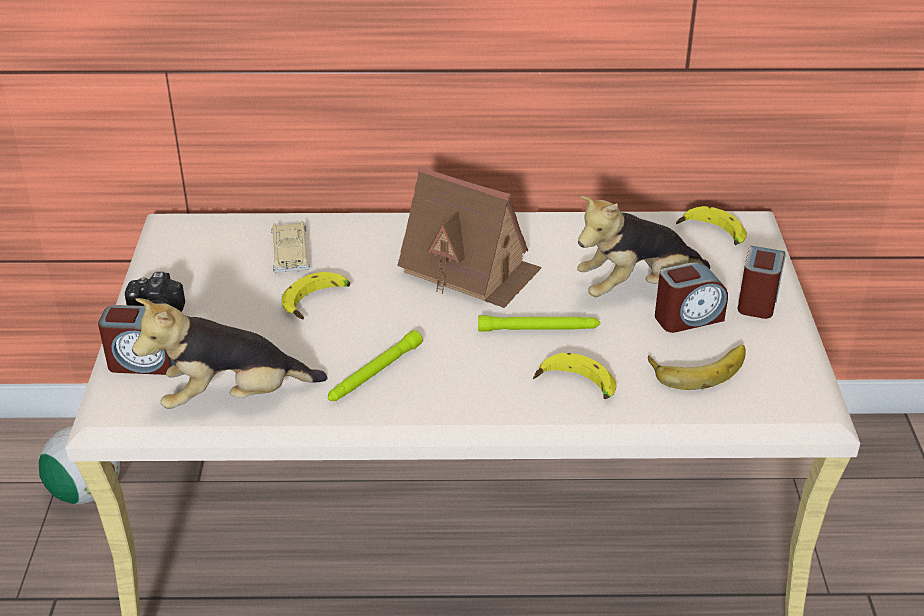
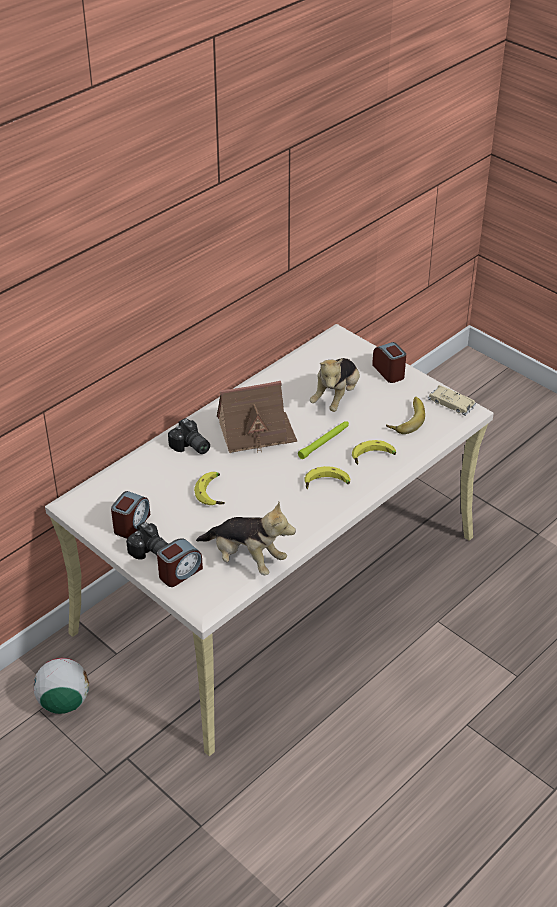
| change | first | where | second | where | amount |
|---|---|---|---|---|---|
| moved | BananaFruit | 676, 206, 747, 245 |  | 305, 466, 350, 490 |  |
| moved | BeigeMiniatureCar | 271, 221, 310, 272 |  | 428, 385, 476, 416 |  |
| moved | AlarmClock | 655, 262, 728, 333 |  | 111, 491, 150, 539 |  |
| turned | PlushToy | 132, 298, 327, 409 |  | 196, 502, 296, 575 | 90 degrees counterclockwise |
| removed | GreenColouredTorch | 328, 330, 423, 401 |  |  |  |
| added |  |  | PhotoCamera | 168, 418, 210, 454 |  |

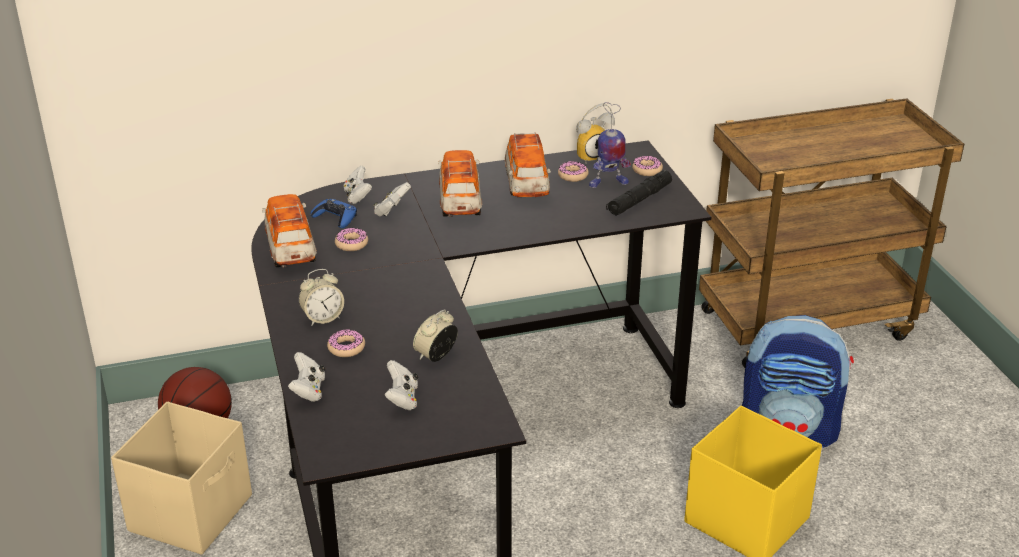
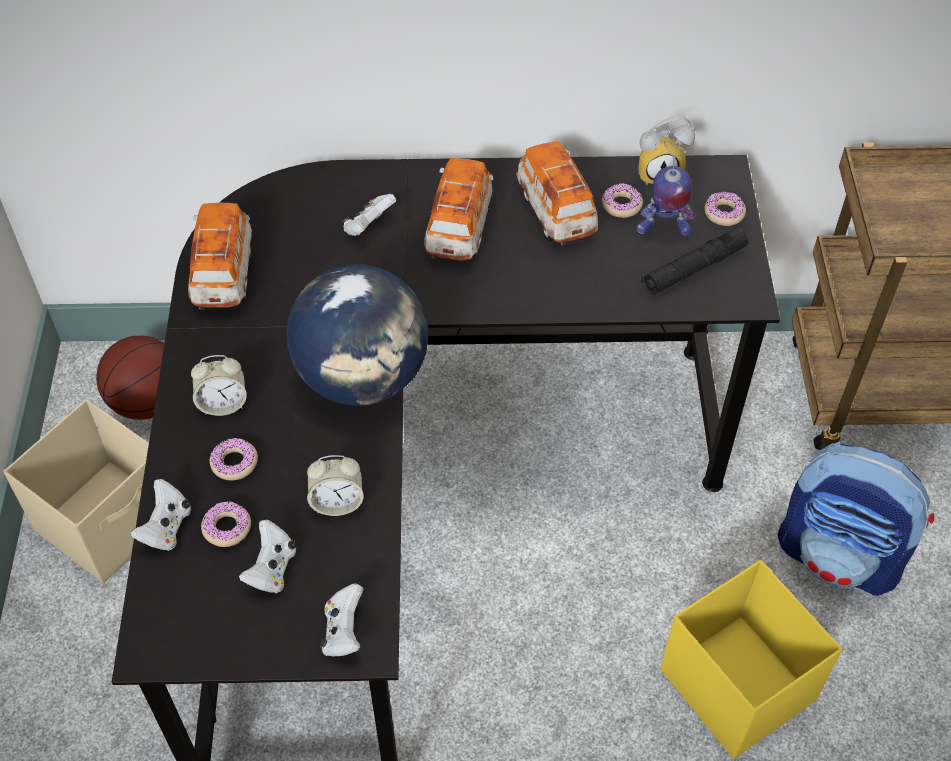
| change | first | where | second | where | amount |
|---|---|---|---|---|---|
| turned | MiniatureCar | 505, 132, 551, 197 |  | 516, 141, 598, 245 | 150 degrees clockwise |
| moved | WhiteColouredGamepad | 344, 166, 372, 204 |  | 320, 583, 363, 656 |  |
| removed | BlueGamepad | 310, 199, 357, 228 |  |  |  |
| moved | Donut | 335, 228, 368, 251 |  | 201, 501, 251, 547 |  |
| turned | AlarmClock | 413, 309, 458, 362 |  | 307, 455, 364, 516 | 150 degrees counterclockwise |
| added |  |  | WorldGlobe | 287, 264, 429, 406 |  |

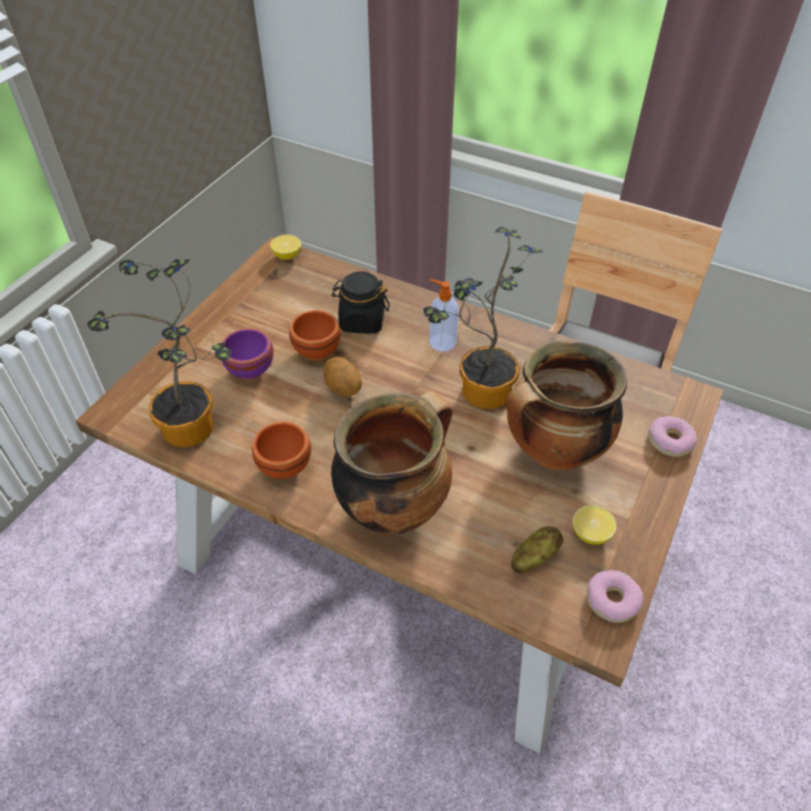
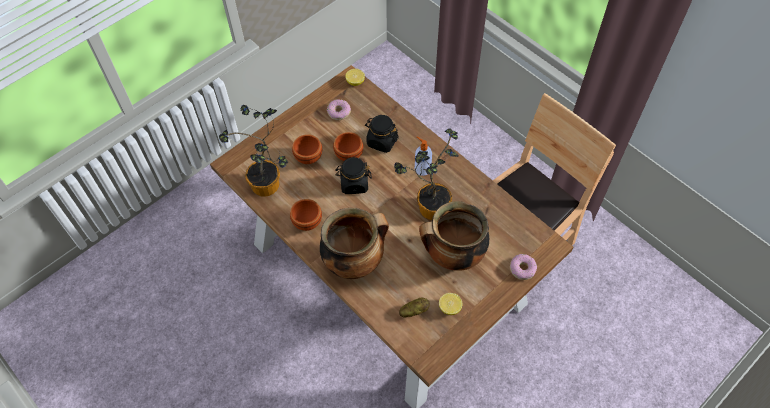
| change | first | where | second | where | amount |
|---|---|---|---|---|---|
| recoloured | PurplishServingBowl | 222, 328, 273, 380 | BrownColouredServingBowl | 292, 134, 322, 164 |  |
| replaced | Potato | 323, 357, 362, 396 | BlackColouredJar | 335, 157, 372, 194 |  |
| moved | Donut | 587, 570, 643, 623 |  | 327, 99, 351, 120 |  |

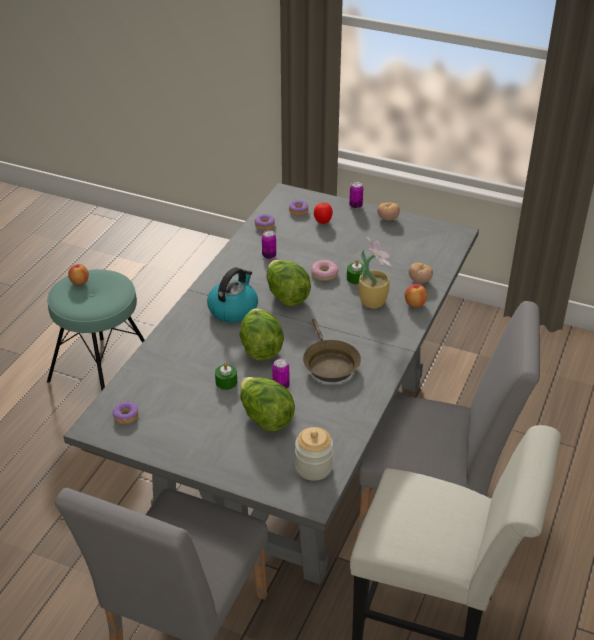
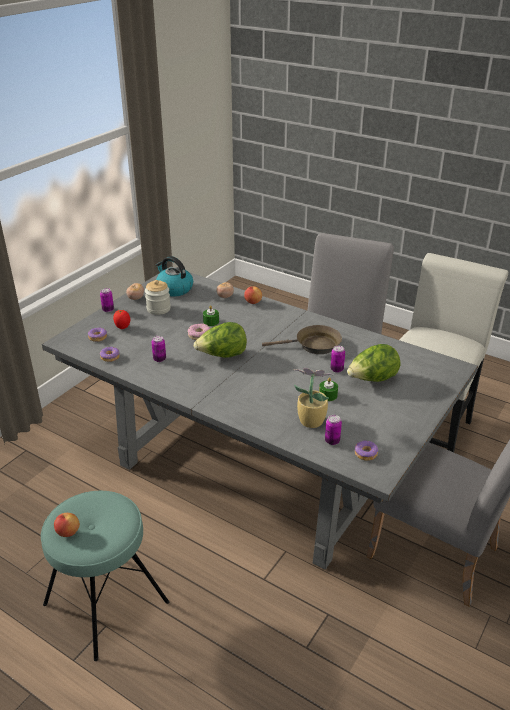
| change | first | where | second | where | amount |
|---|---|---|---|---|---|
| moved | PottedPlant | 358, 237, 392, 308 |  | 293, 368, 334, 428 |  |
| moved | WaterKettle | 207, 267, 258, 323 |  | 156, 256, 193, 296 |  |
| removed | HeadOfLettuce | 239, 308, 284, 361 |  |  |  |
| moved | Jar | 295, 427, 333, 481 |  | 145, 280, 171, 315 |  |
| added |  |  | Can | 325, 415, 342, 445 |  |

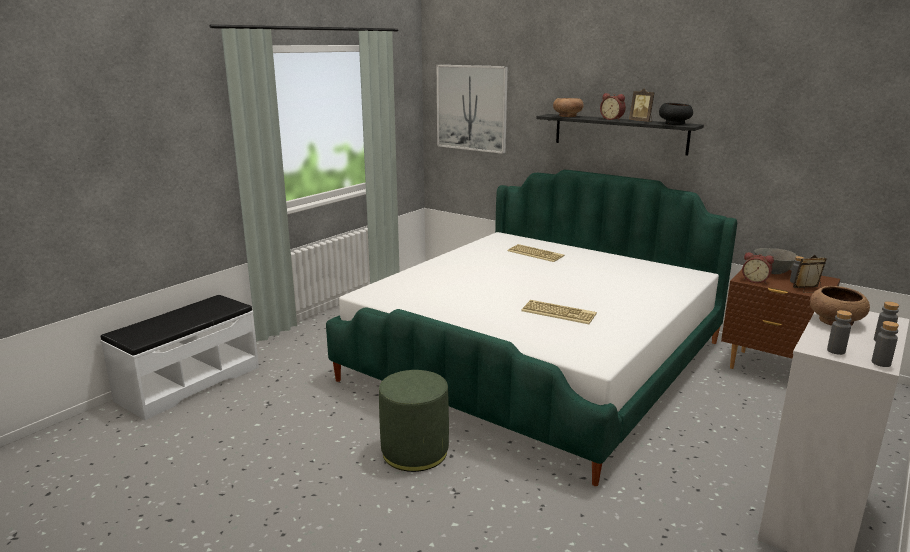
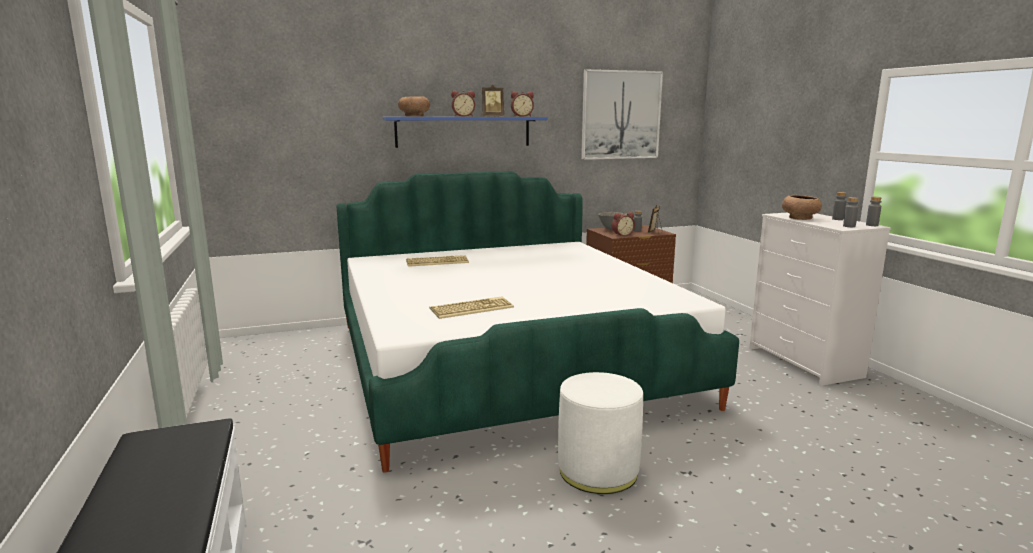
| change | first | where | second | where | amount |
|---|---|---|---|---|---|
| moved | WallArt | 437, 65, 508, 154 |  | 581, 69, 663, 160 |  |
| replaced | BlackColouredServingBowl | 659, 103, 693, 125 | AlarmClock | 511, 91, 534, 117 |  |
| recoloured | BlackColouredWallShelf | 537, 114, 704, 155 | BlueWallShelf | 382, 117, 547, 148 |  |
| moved | Keyboard | 521, 300, 597, 324 |  | 430, 297, 514, 319 |  |
| recoloured | GreenColouredOttoman | 379, 370, 449, 472 | WhiteColouredOttoman | 558, 372, 643, 494 |  |

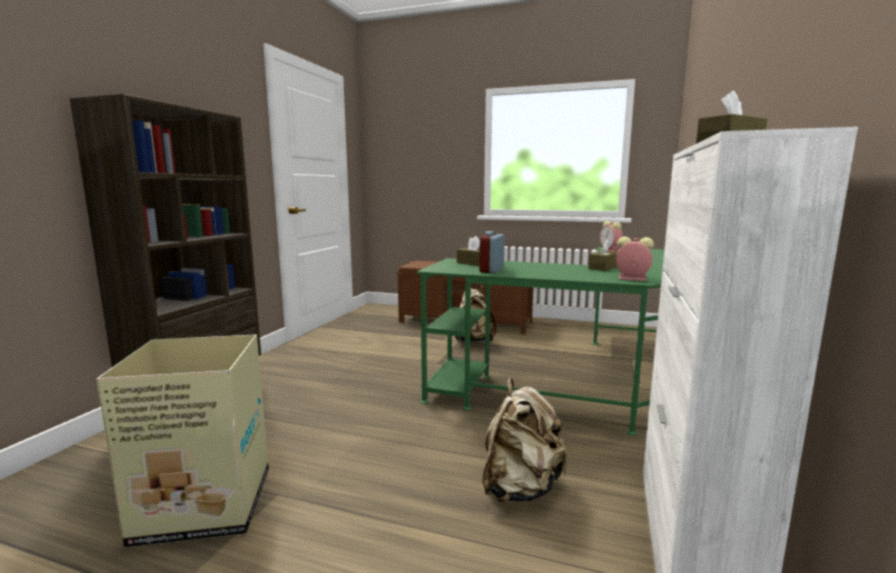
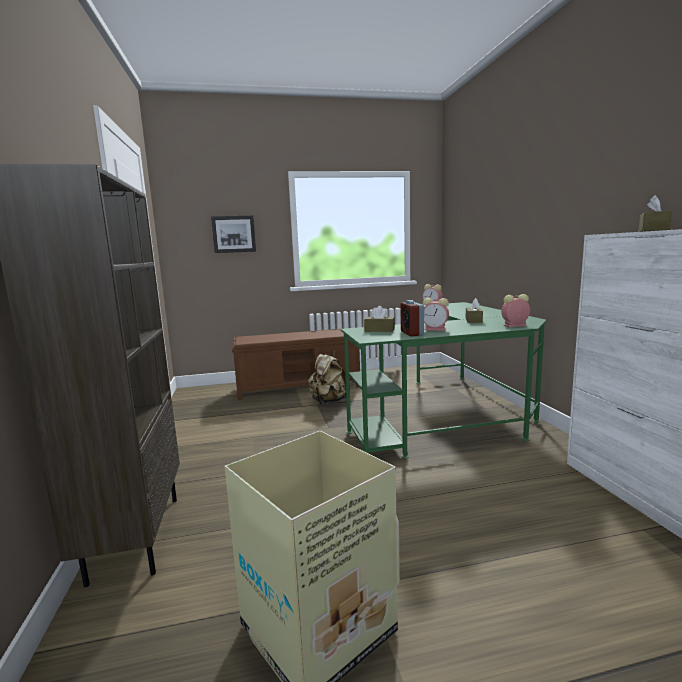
| change | first | where | second | where | amount |
|---|---|---|---|---|---|
| removed | BeigeRucksack | 482, 378, 567, 502 |  |  |  |
| added |  |  | WallArt | 211, 216, 256, 253 |  |
| added |  |  | AlarmClock | 423, 298, 449, 331 |  |

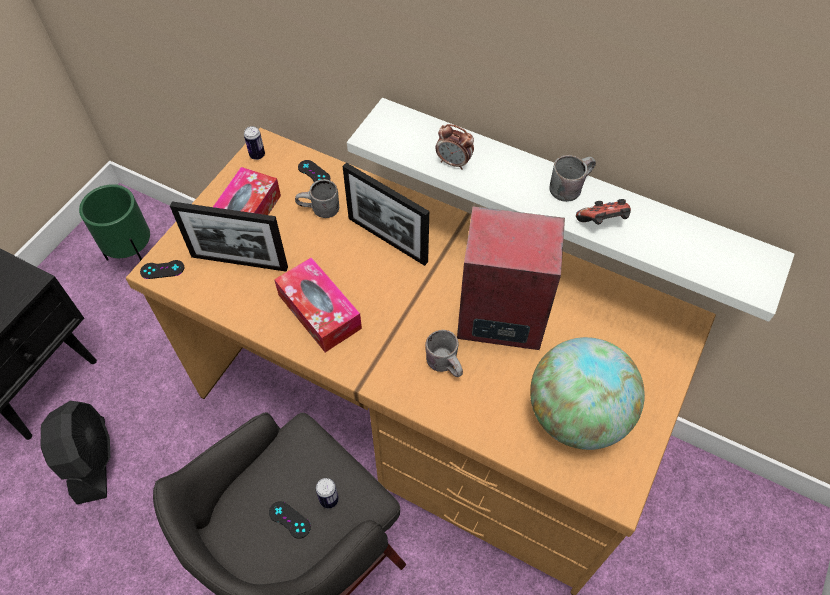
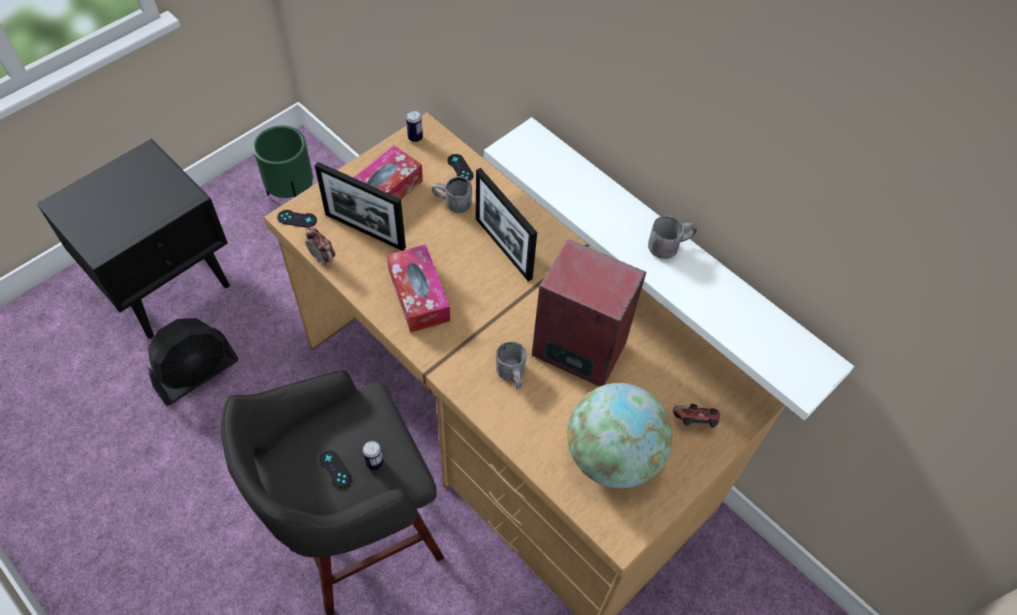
| change | first | where | second | where | amount |
|---|---|---|---|---|---|
| moved | AlarmClock | 435, 124, 474, 170 |  | 305, 228, 335, 266 |  |
| moved | Gamepad | 576, 199, 631, 225 |  | 673, 404, 720, 428 |  |
| turned | BlackColouredElectricFan | 41, 401, 110, 504 |  | 148, 318, 239, 406 | 45 degrees clockwise |

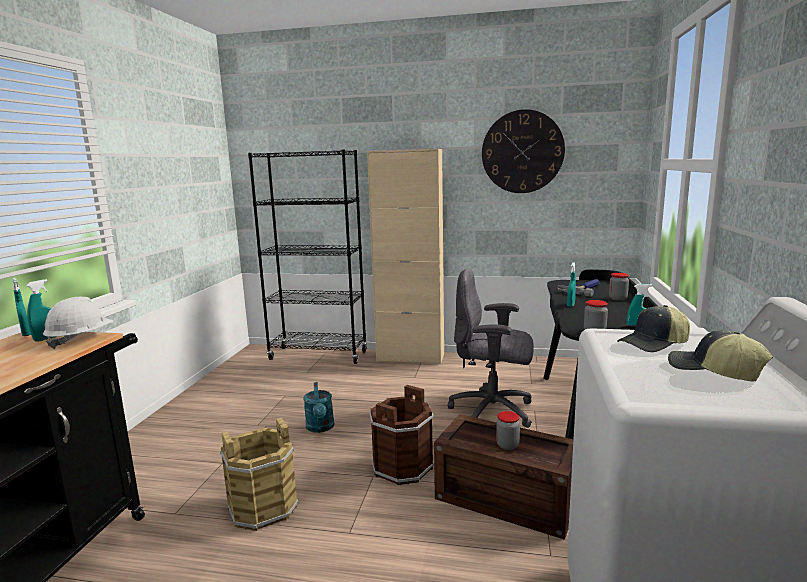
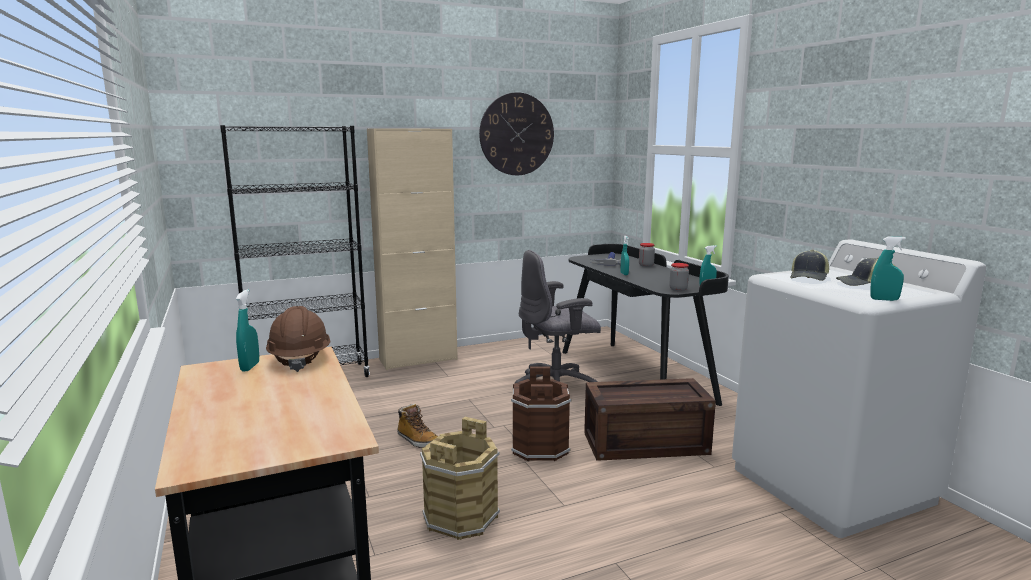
| change | first | where | second | where | amount |
|---|---|---|---|---|---|
| moved | TurquoiseHandSprayer | 12, 278, 31, 336 |  | 870, 237, 906, 301 |  |
| recoloured | WhiteColouredHardHat | 43, 297, 113, 349 | BrownColouredHardHat | 266, 306, 331, 372 |  |
| replaced | TurquoiseWateringCan | 303, 382, 334, 433 | HighTopBoot | 397, 403, 438, 448 |  |
| removed | Jar | 496, 411, 520, 450 |  |  |  |

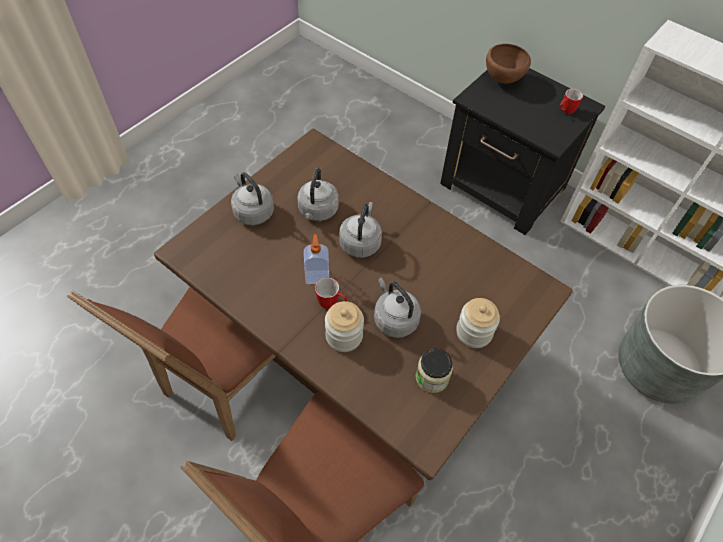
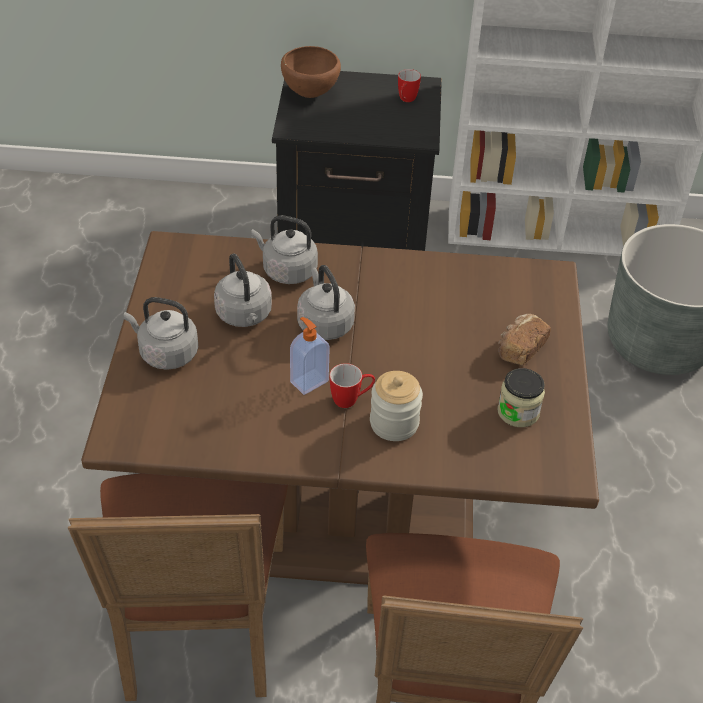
| change | first | where | second | where | amount |
|---|---|---|---|---|---|
| moved | GrayWaterKettle | 374, 277, 421, 338 |  | 251, 215, 318, 284 |  |
| replaced | Jar | 456, 298, 500, 348 | BakeryBread | 498, 314, 551, 365 |  |

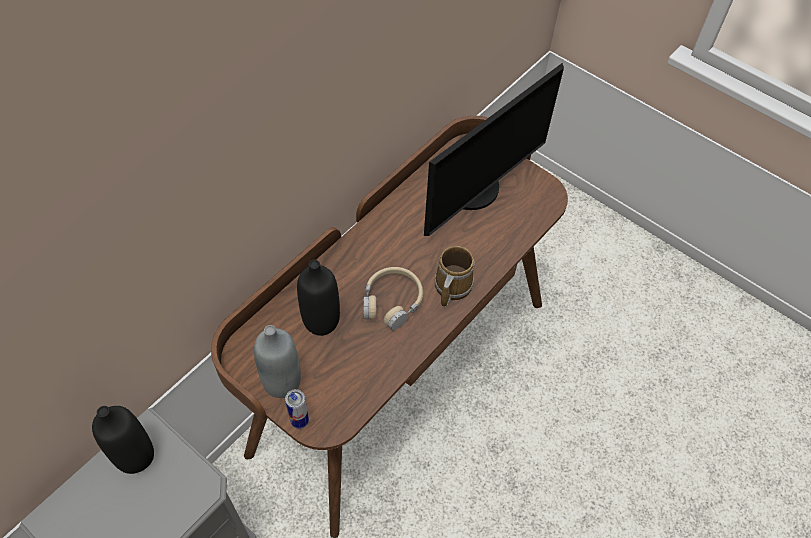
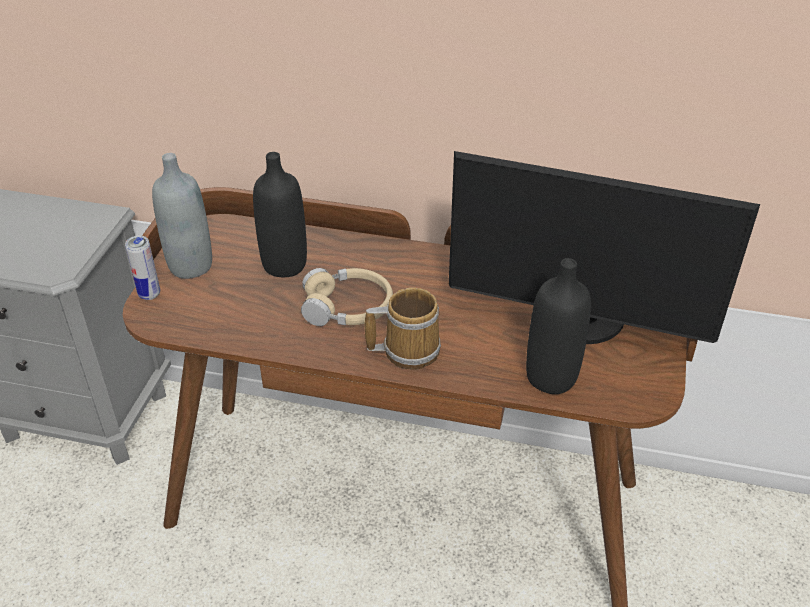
| change | first | where | second | where | amount |
|---|---|---|---|---|---|
| moved | BlackColouredBeverageBottle | 92, 406, 154, 474 |  | 526, 258, 591, 394 |  |

